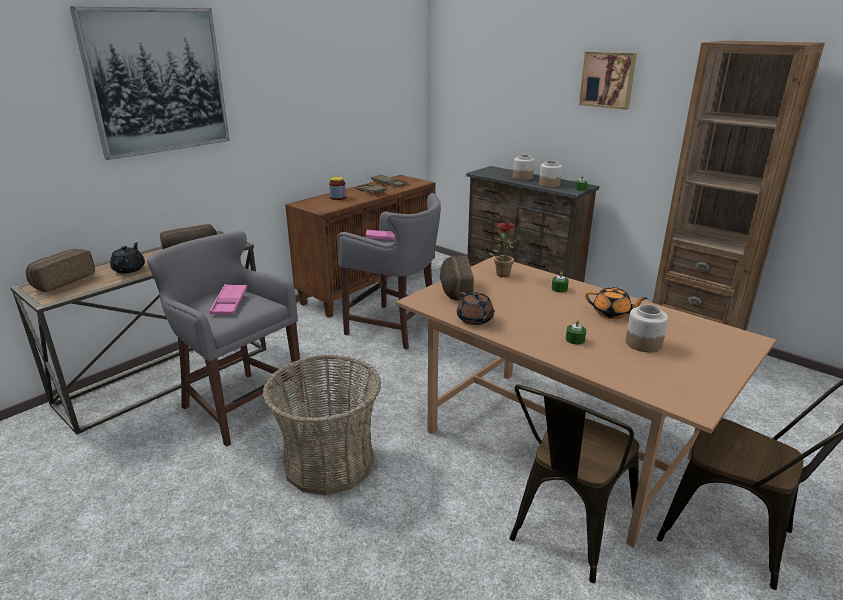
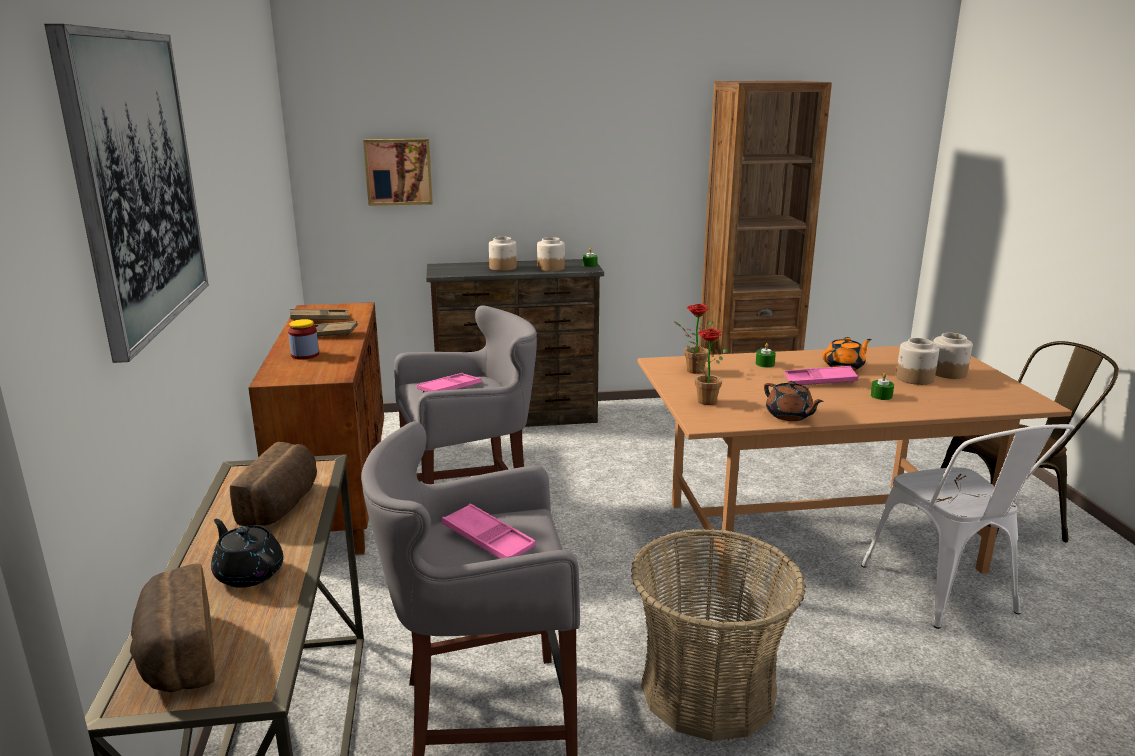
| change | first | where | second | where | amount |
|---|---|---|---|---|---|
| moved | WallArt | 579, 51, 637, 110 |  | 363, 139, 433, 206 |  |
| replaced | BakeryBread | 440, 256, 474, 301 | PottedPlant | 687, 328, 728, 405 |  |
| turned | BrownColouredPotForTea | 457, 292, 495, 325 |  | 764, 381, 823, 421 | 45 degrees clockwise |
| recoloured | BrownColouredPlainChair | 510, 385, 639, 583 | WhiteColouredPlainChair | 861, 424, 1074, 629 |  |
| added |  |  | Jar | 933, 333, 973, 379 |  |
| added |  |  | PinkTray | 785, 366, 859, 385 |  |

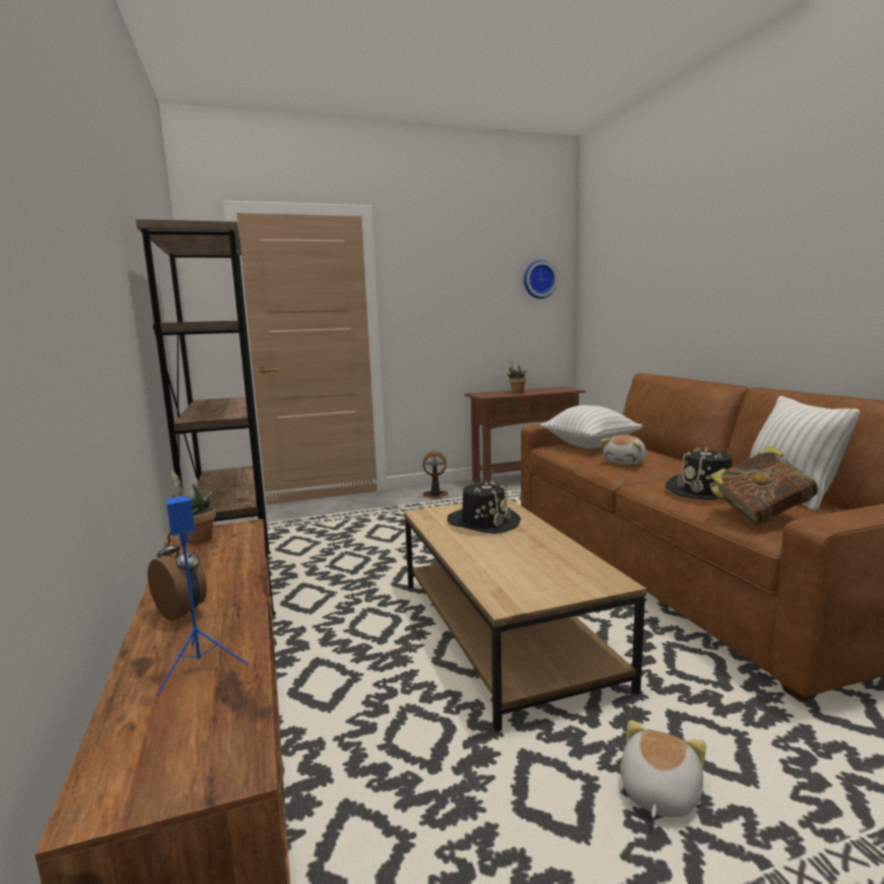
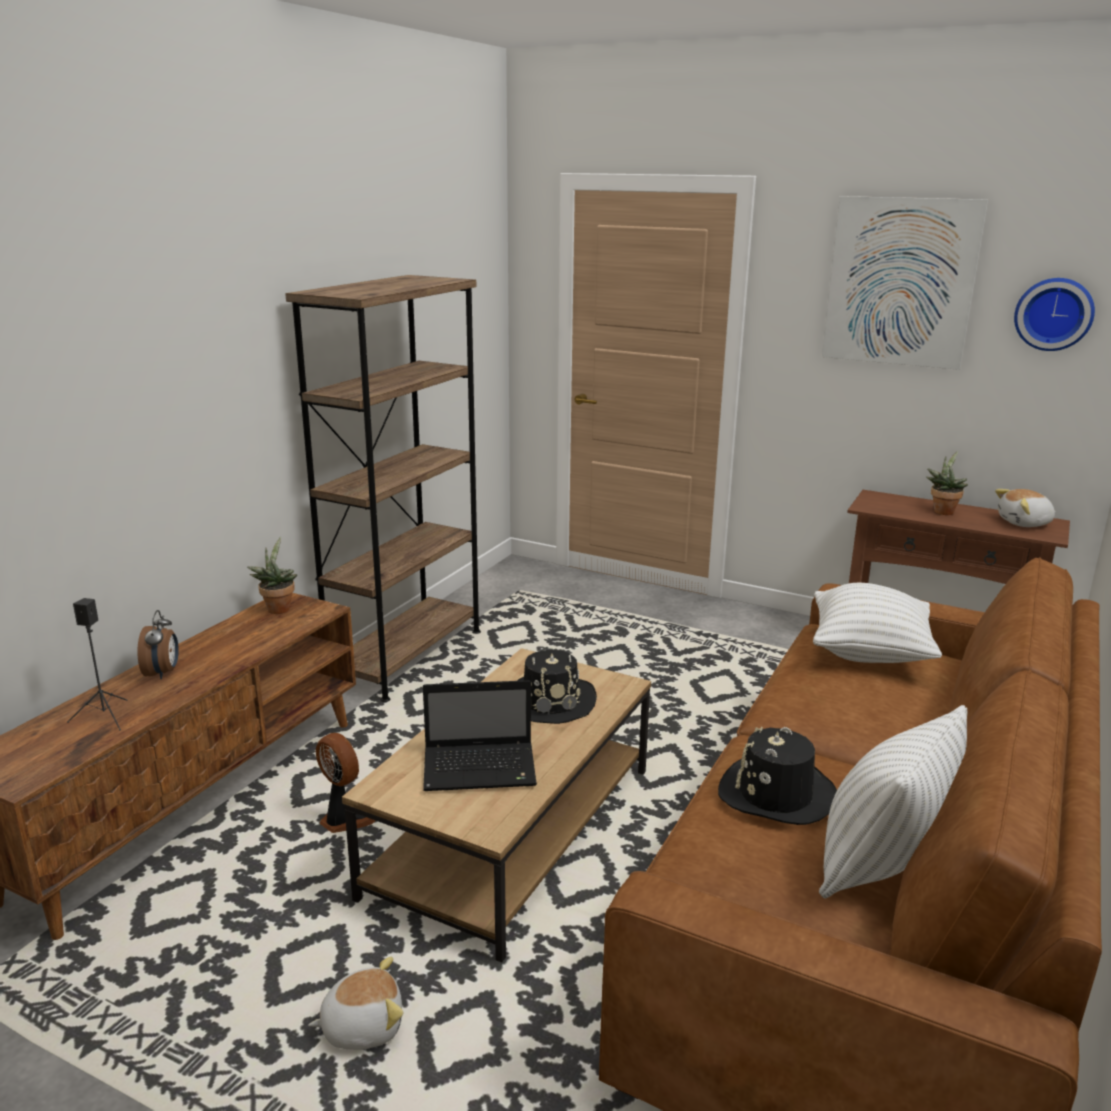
| change | first | where | second | where | amount |
|---|---|---|---|---|---|
| moved | PlushToy | 600, 435, 646, 464 |  | 995, 489, 1056, 527 |  |
| removed | Book | 710, 445, 818, 526 |  |  |  |
| moved | ElectricFan | 423, 451, 448, 499 |  | 316, 733, 376, 833 |  |
| recoloured | BlueSpeaker | 157, 496, 249, 695 | BlackColouredSpeaker | 67, 598, 127, 731 |  |
| added |  |  | WallArt | 822, 196, 988, 370 |  |
| added |  |  | NotebookComputer | 423, 680, 537, 791 |  |

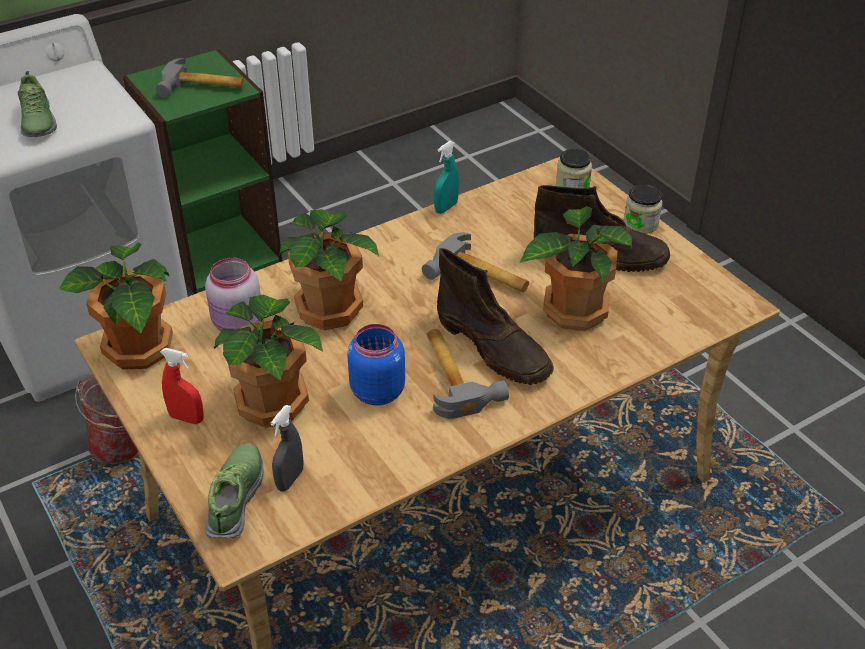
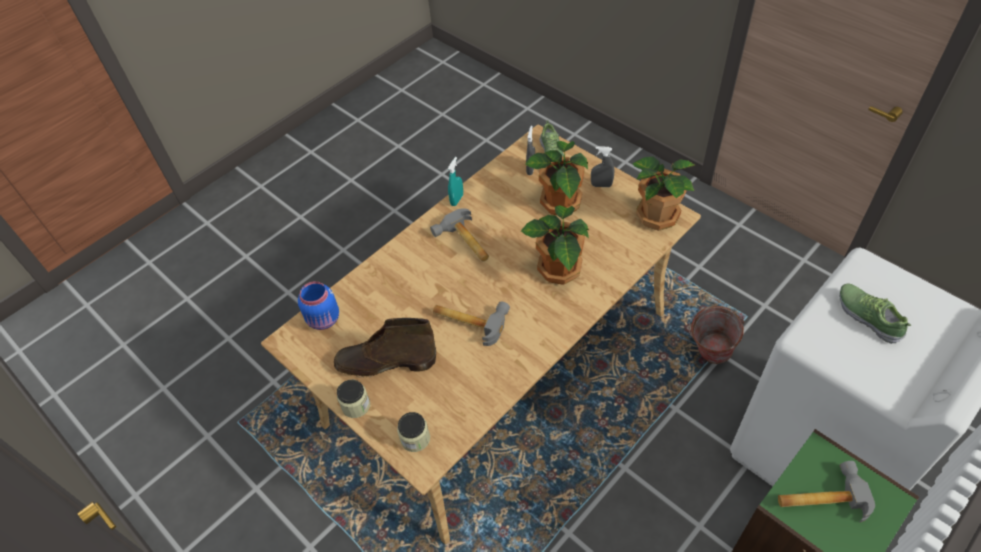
| change | first | where | second | where | amount |
|---|---|---|---|---|---|
| moved | TurquoiseHandSprayer | 434, 141, 459, 214 |  | 448, 157, 463, 206 |  |
| removed | PottedPlant | 520, 206, 632, 331 |  |  |  |
| removed | BrownColouredHighTopBoot | 437, 248, 554, 385 |  |  |  |
| removed | PinkJar | 205, 258, 261, 331 |  |  |  |
| moved | BlueJar | 347, 324, 405, 406 |  | 298, 281, 339, 330 |  |
| recoloured | RedHandSprayer | 160, 348, 204, 424 | GrayHandSprayer | 591, 146, 614, 187 |  |

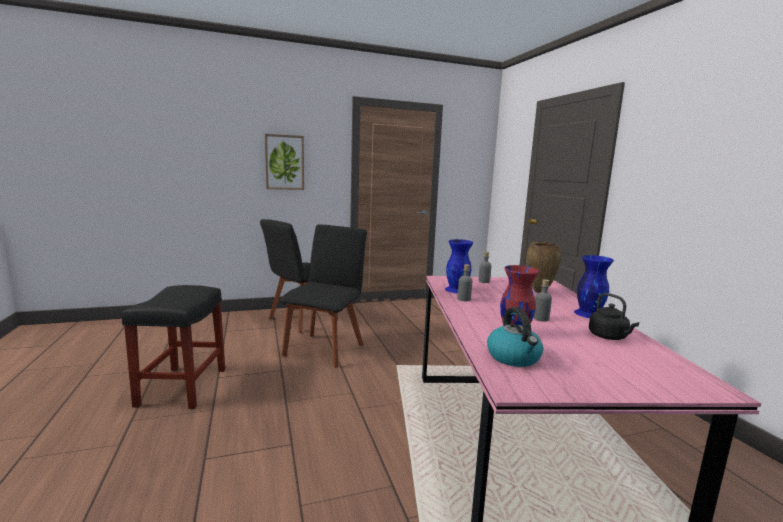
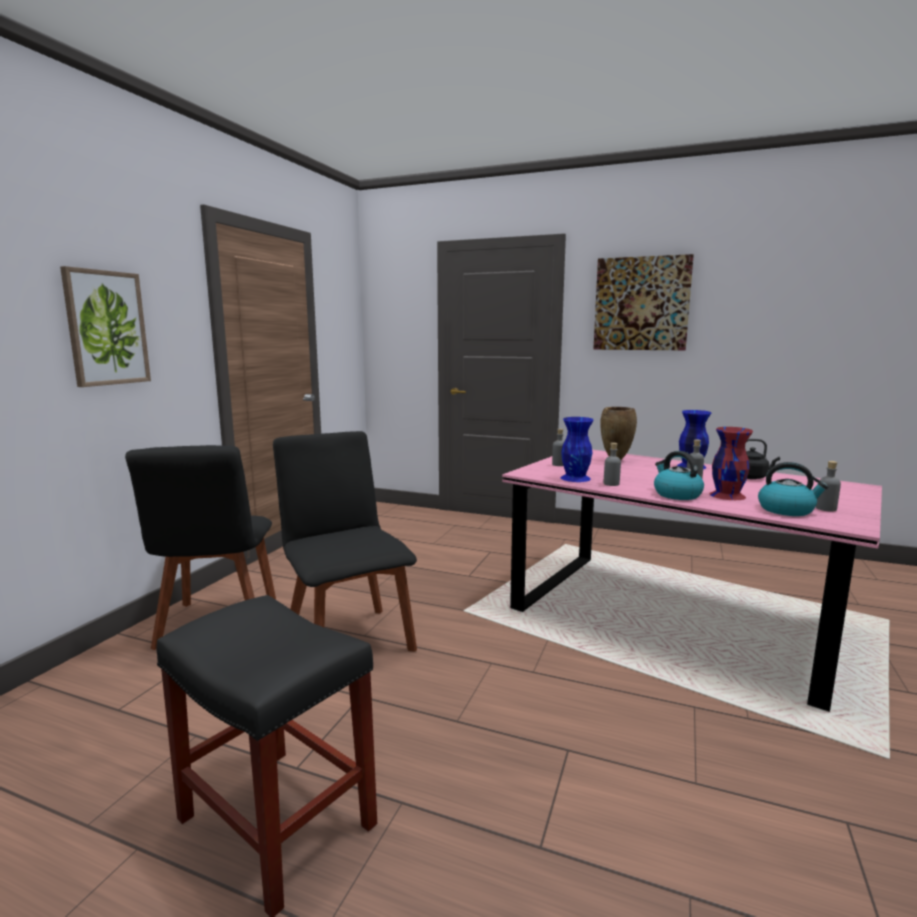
| change | first | where | second | where | amount |
|---|---|---|---|---|---|
| added |  |  | WallArt | 593, 254, 694, 350 |  |
| added |  |  | WaterKettle | 654, 451, 704, 500 |  |
| added |  |  | GrayBeverageBottle | 816, 461, 841, 512 |  |

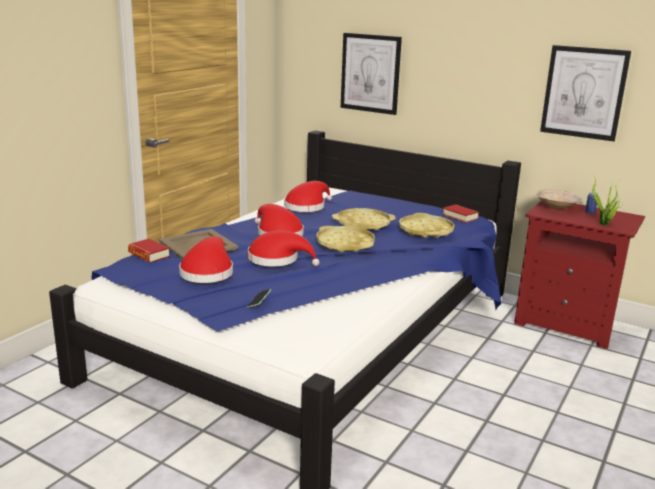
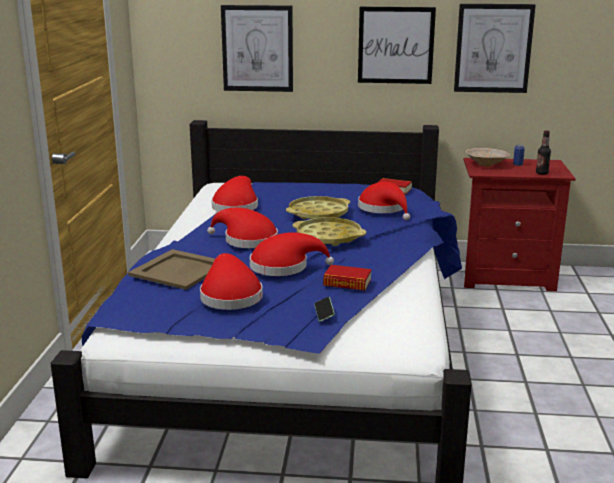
| change | first | where | second | where | amount |
|---|---|---|---|---|---|
| replaced | PottedPlant | 592, 173, 623, 226 | BeverageBottle | 536, 130, 551, 175 |  |
| replaced | YellowishTray | 399, 213, 454, 238 | RedHat | 358, 182, 410, 220 |  |
| moved | Book | 128, 239, 170, 263 |  | 323, 265, 372, 291 |  |
| added |  |  | WallArt | 358, 7, 436, 84 |  |

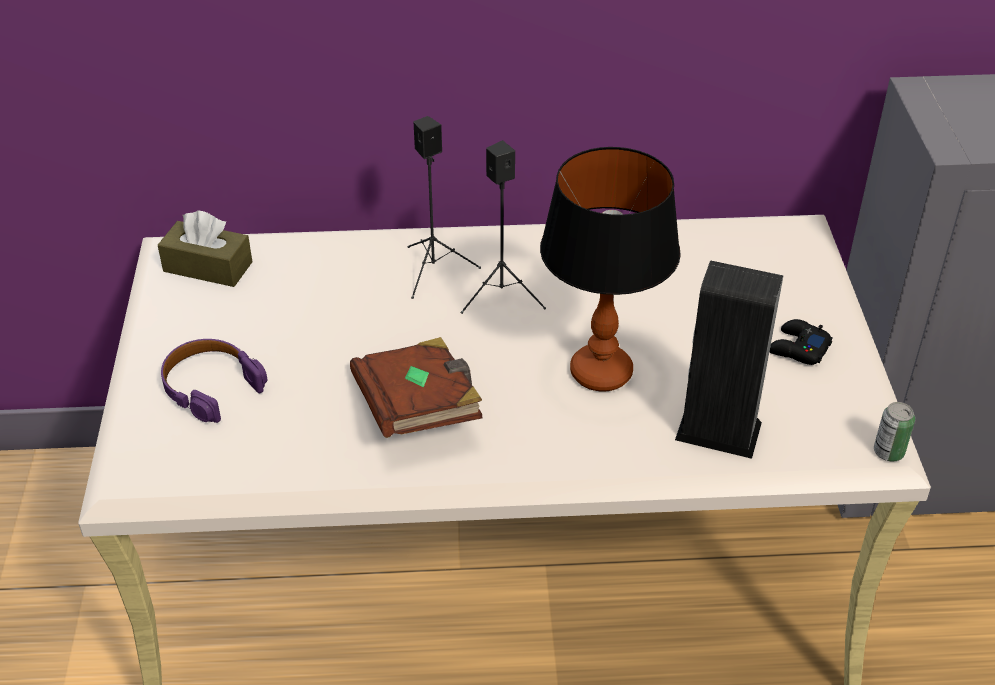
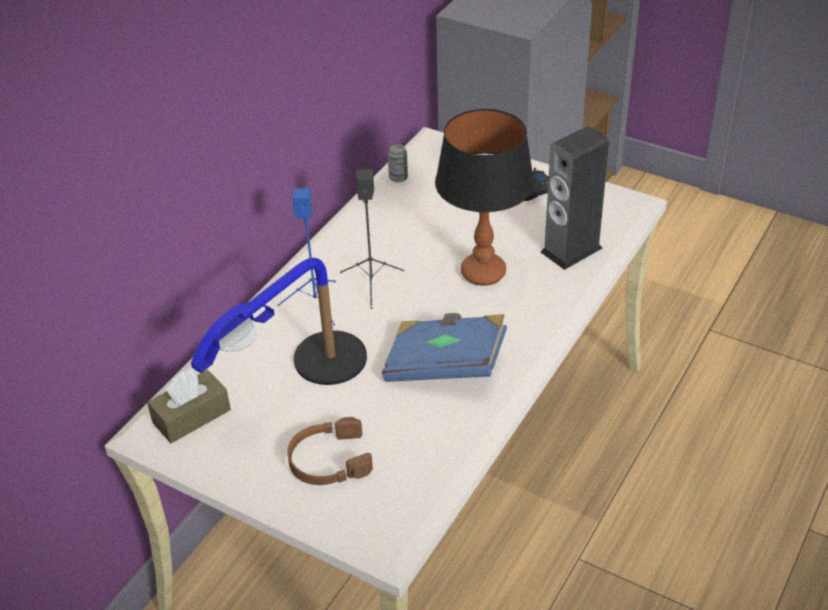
| change | first | where | second | where | amount |
|---|---|---|---|---|---|
| recoloured | BlackColouredSpeaker | 408, 116, 481, 299 | BlueSpeaker | 278, 187, 336, 325 |  |
| recoloured | BrownColouredBook | 350, 337, 482, 438 | BlueBook | 382, 313, 507, 382 |  |
| recoloured | PurplishPairOfHeadphones | 161, 339, 267, 423 | BrownColouredPairOfHeadphones | 287, 417, 373, 485 |  |
| moved | Can | 874, 402, 915, 461 |  | 388, 144, 408, 182 |  |
| added |  |  | LampForATable | 191, 258, 367, 385 |  |

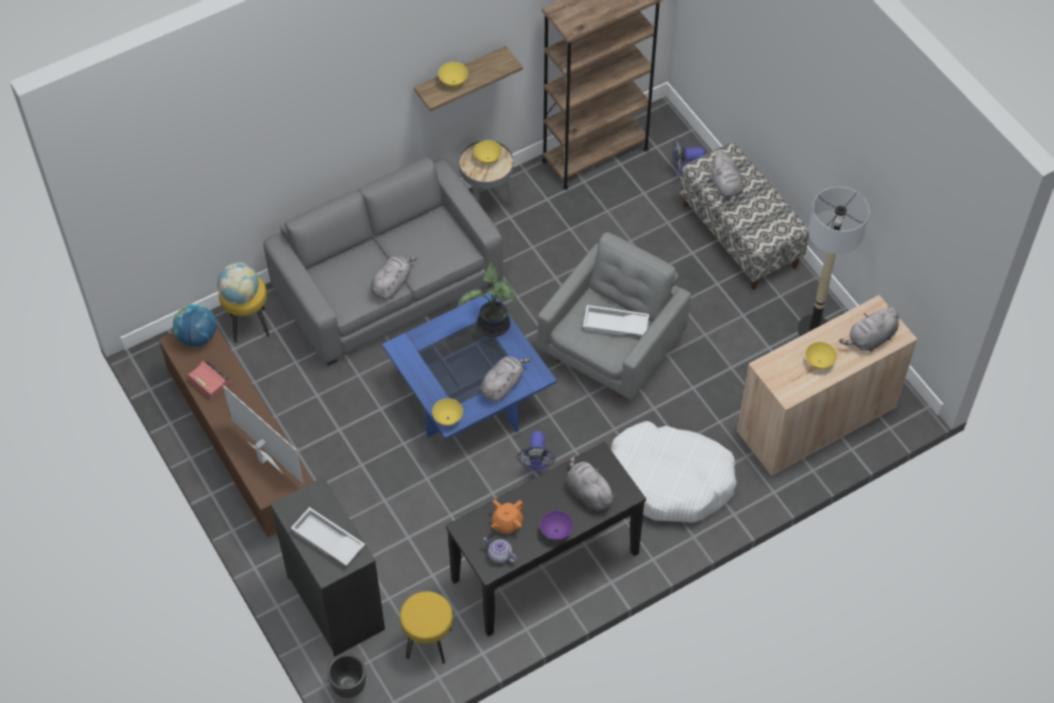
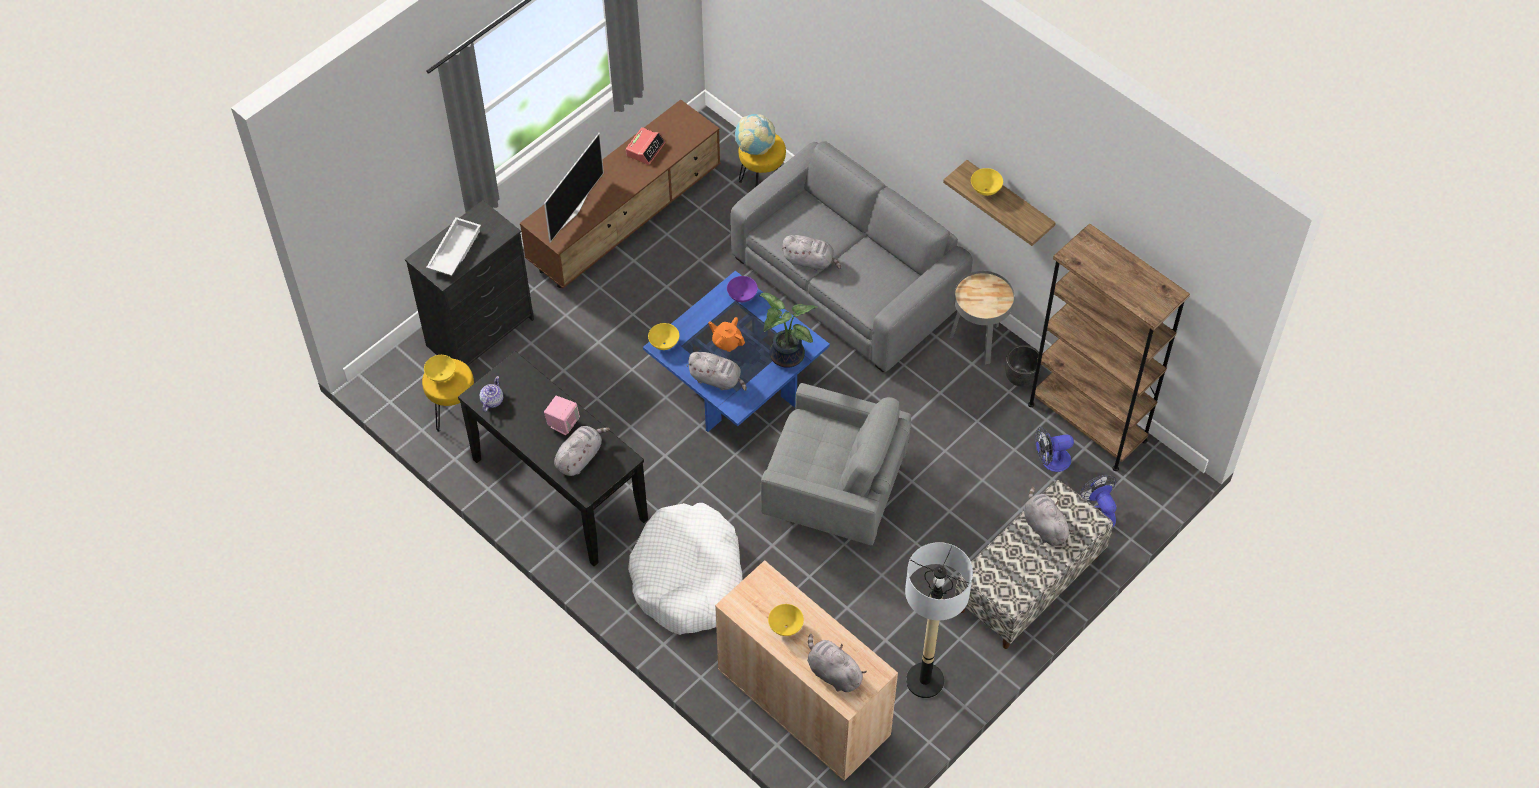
| change | first | where | second | where | amount |
|---|---|---|---|---|---|
| moved | YellowishServingBowl | 474, 140, 502, 164 |  | 424, 355, 456, 382 |  |
| turned | GrayPlushToy | 711, 151, 744, 205 |  | 1024, 486, 1074, 545 | 90 degrees clockwise |
| removed | WorldGlobe | 173, 304, 216, 347 |  |  |  |
| removed | WhiteColouredTray | 583, 305, 649, 336 |  |  |  |
| moved | ElectricFan | 517, 431, 556, 471 |  | 1035, 427, 1074, 472 |  |
| moved | OrangeyPotForTea | 491, 500, 524, 534 |  | 708, 317, 745, 352 |  |
| moved | PurplishServingBowl | 540, 510, 573, 540 |  | 727, 276, 758, 302 |  |
| moved | BlackColouredPlanter | 327, 654, 366, 698 |  | 1005, 345, 1042, 387 |  |
| added |  |  | PinkSpeaker | 544, 396, 580, 435 |  |

